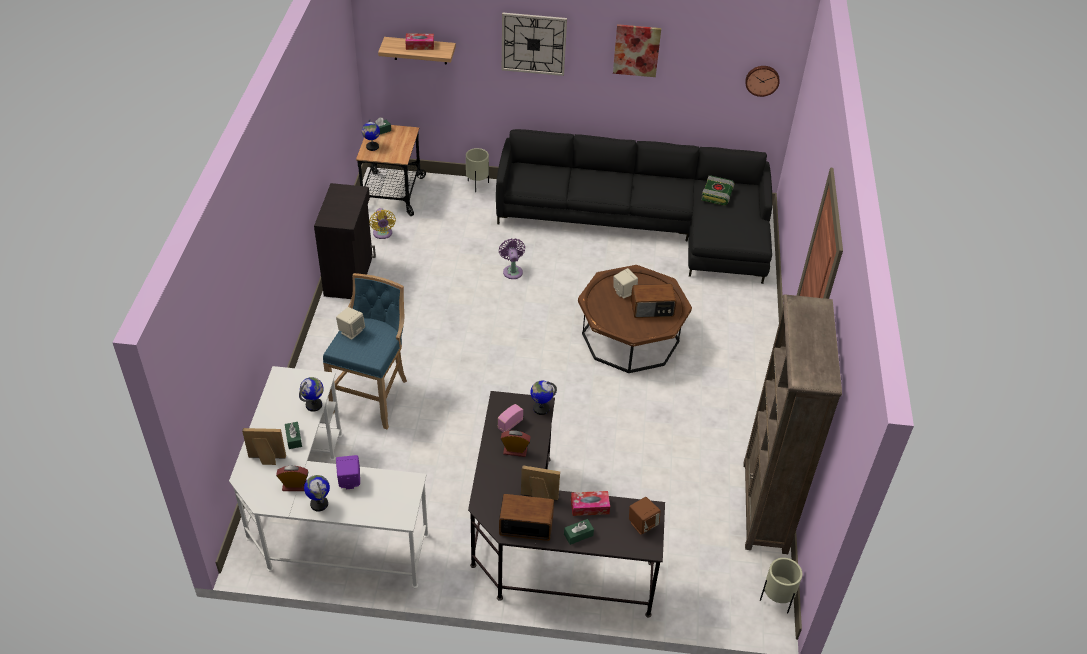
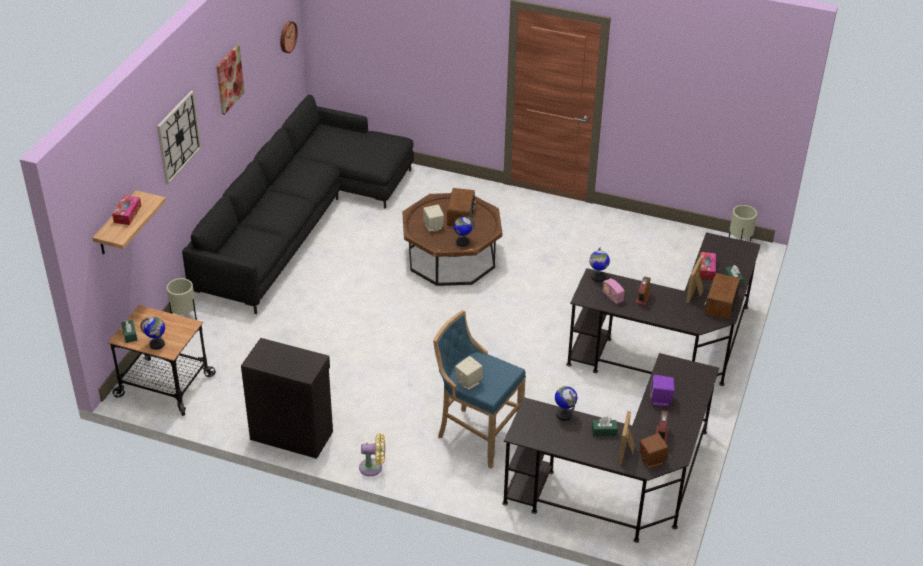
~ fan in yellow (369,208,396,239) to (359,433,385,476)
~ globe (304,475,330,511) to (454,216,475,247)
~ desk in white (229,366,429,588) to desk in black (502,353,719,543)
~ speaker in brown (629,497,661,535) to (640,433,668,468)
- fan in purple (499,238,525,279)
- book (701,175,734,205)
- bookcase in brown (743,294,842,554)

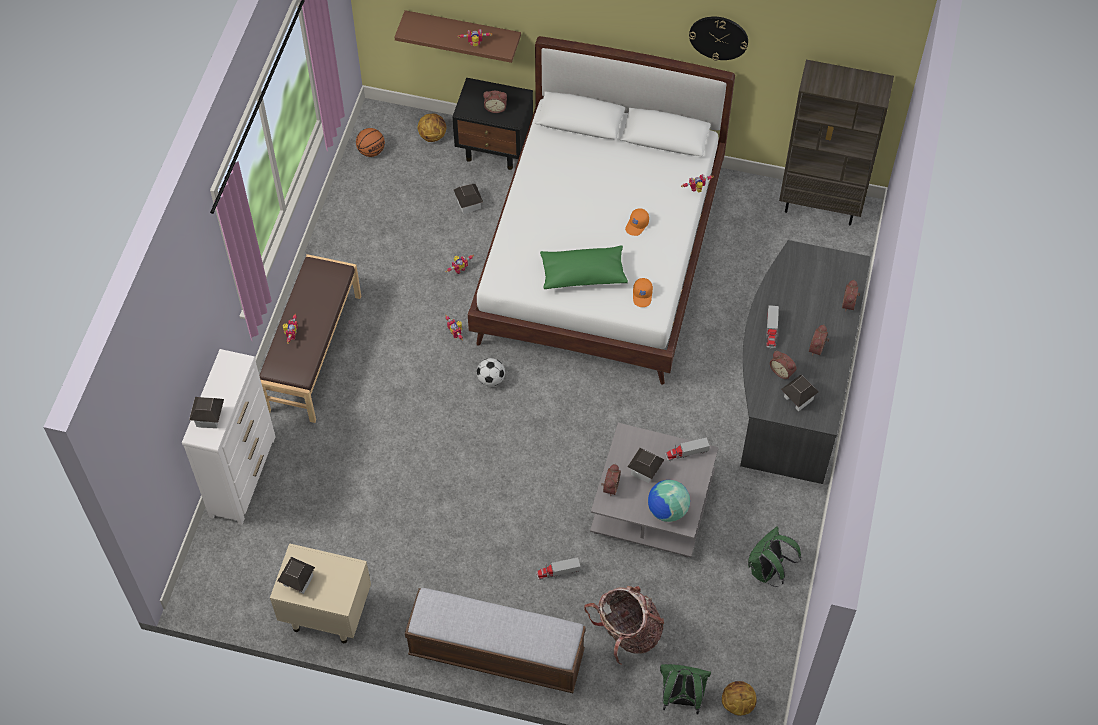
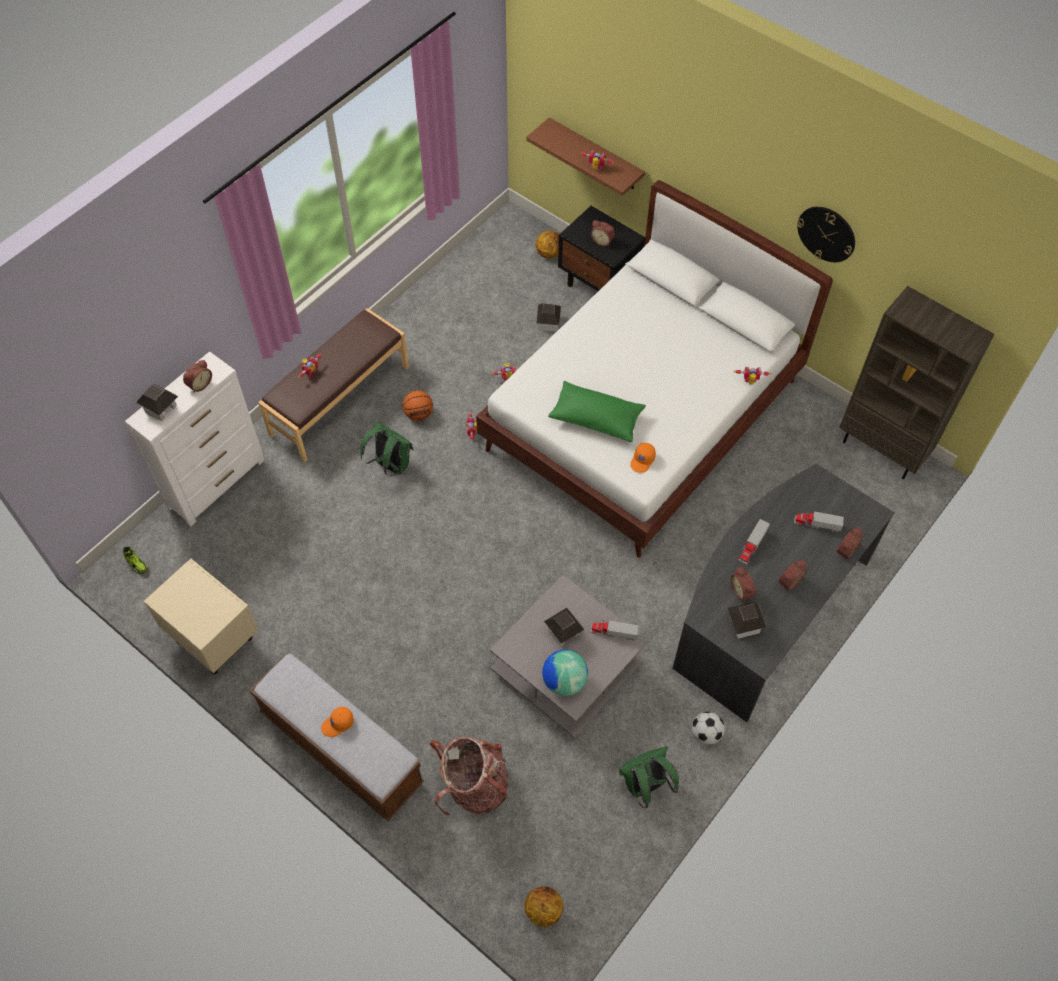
+ shoe (123,547,149,574)
~ alarm clock (601,464,621,496) to (183,360,212,392)
~ cap in orange (625,208,649,236) to (321,707,354,737)
~ backpack in green (660,664,711,715) to (360,422,414,476)
~ basketball (356,128,385,157) to (403,390,433,421)
~ football (477,358,505,387) to (692,712,725,745)
~ toy truck (537,557,580,580) to (794,511,844,532)
- toy house (278,557,315,594)

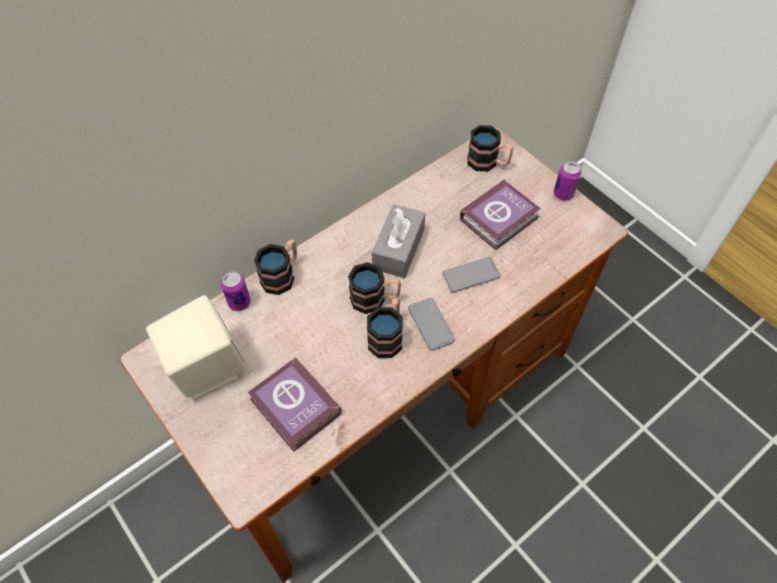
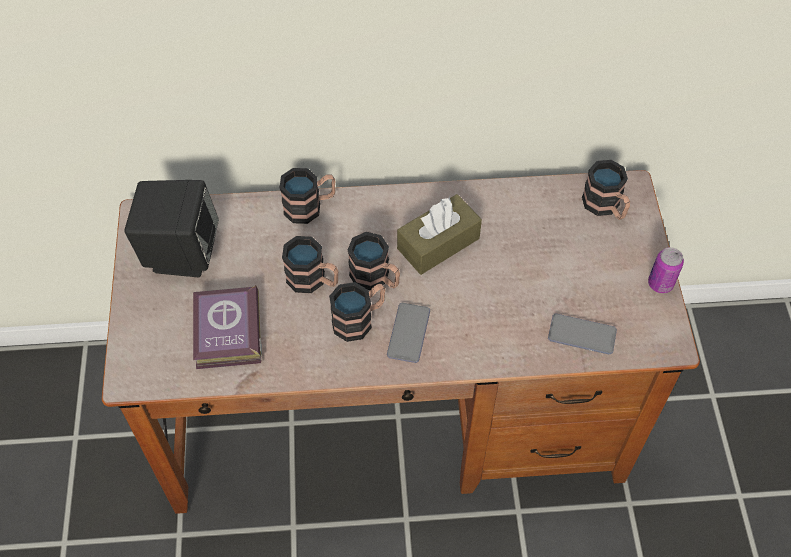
~ speaker in beige (146,295,245,398) to speaker in black (124,180,219,278)
+ mug (282,236,339,293)
~ tissue box in grey (372,204,426,278) to tissue box in brown (397,194,482,275)
~ phone (442,257,501,292) to (548,314,617,355)
- can (221,271,251,311)
- book (460,179,541,250)

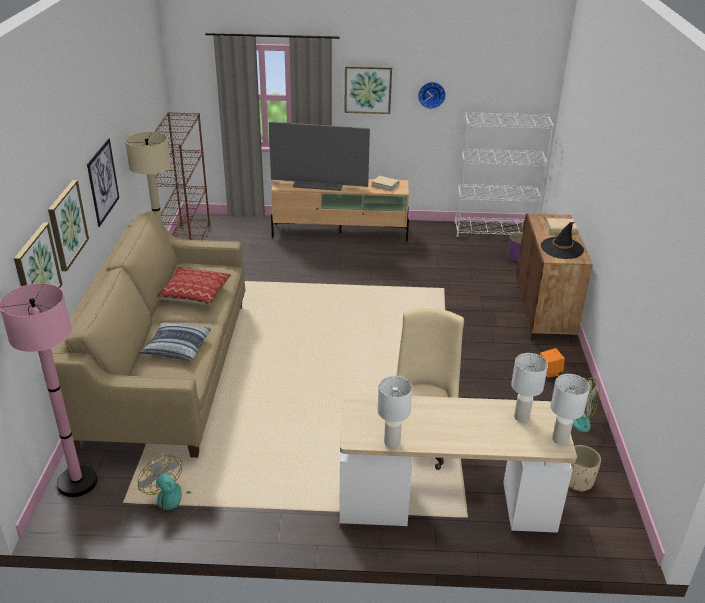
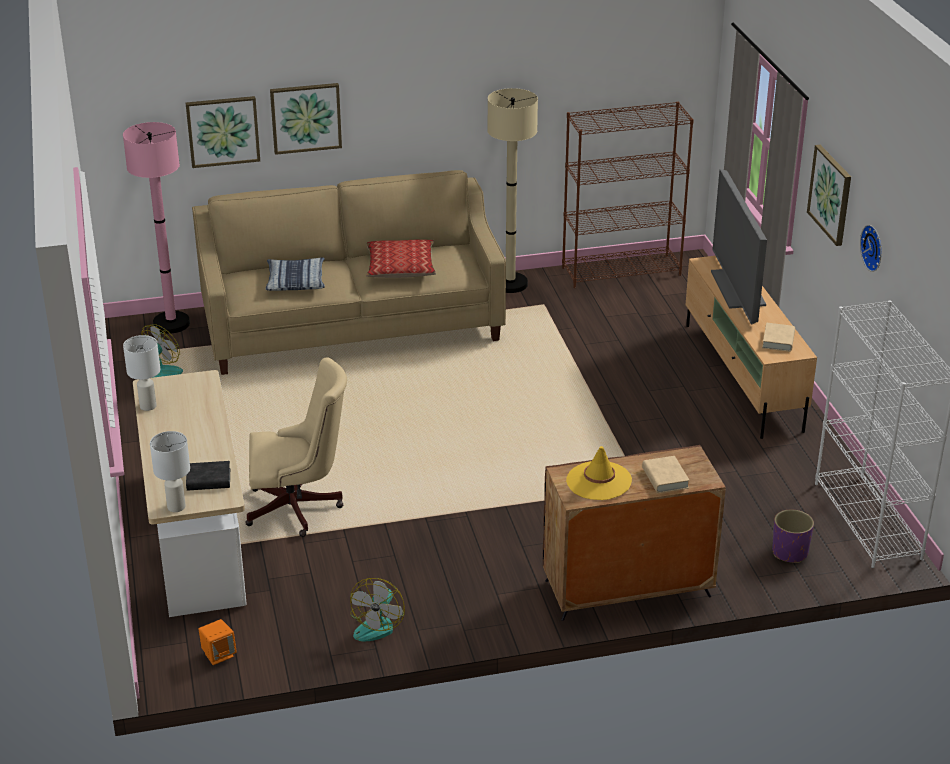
~ table lamp in white (511,353,548,422) to book in black (186,461,230,491)
~ speaker in orange (540,348,565,378) to (199,619,237,665)
~ hat in black (541,222,584,259) to hat in yellow (566,446,632,500)
- picture (87,138,119,227)
- planter in beige (569,445,601,492)

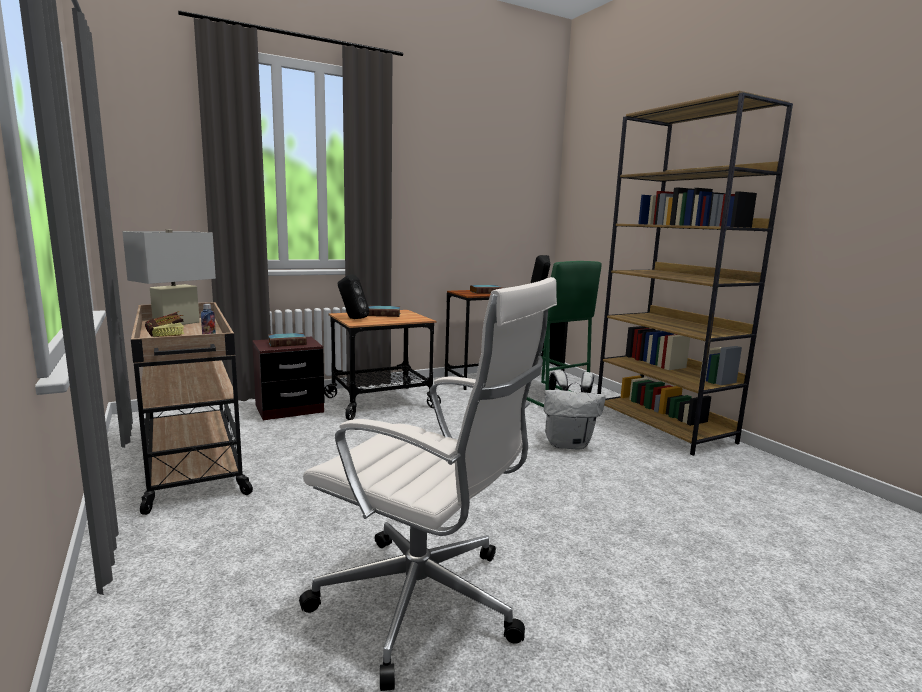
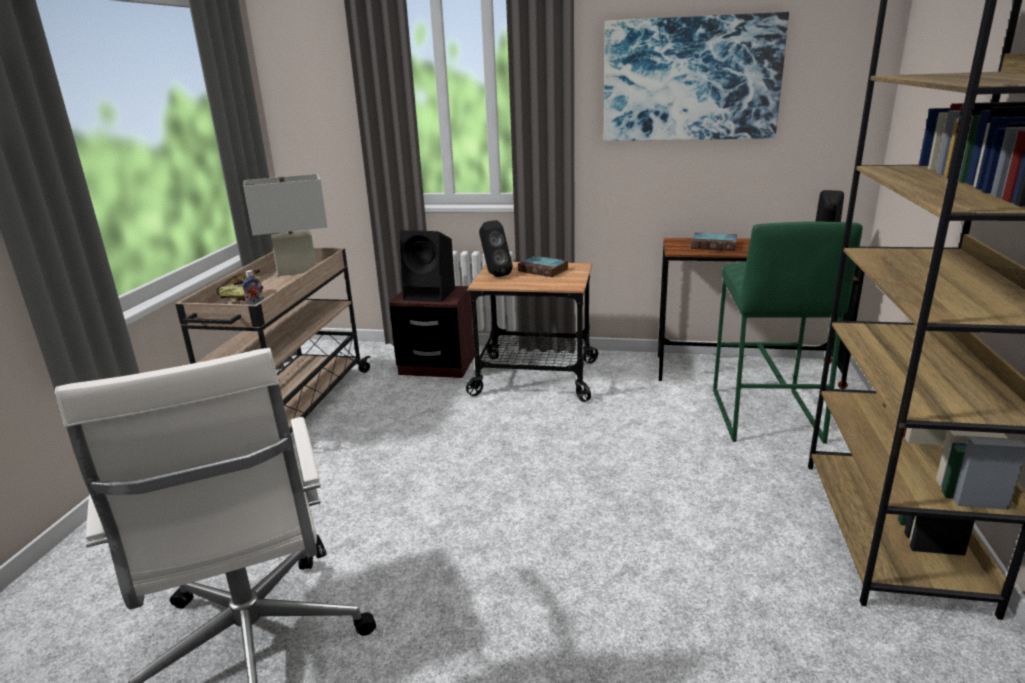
~ book (268,333,307,347) to speaker in black (399,230,455,302)
+ picture (604,12,789,141)
- backpack in white (544,370,606,450)

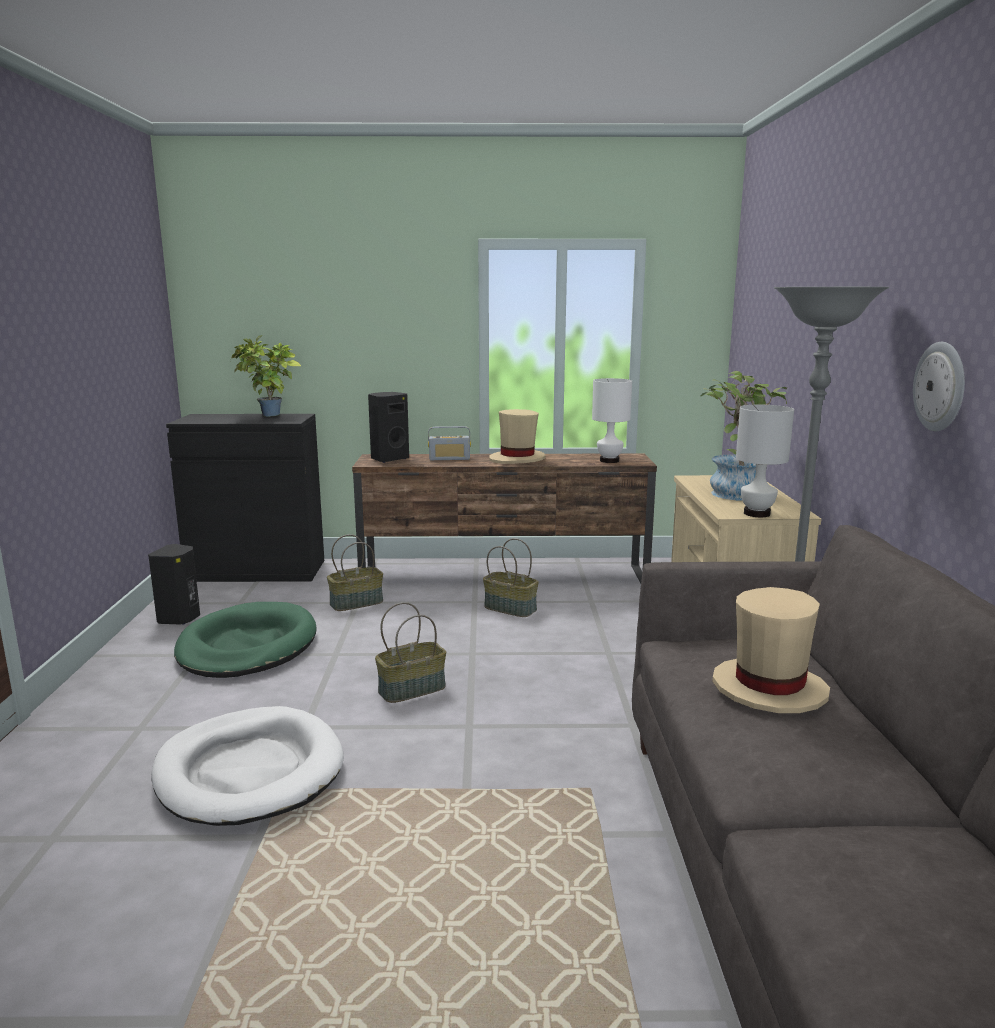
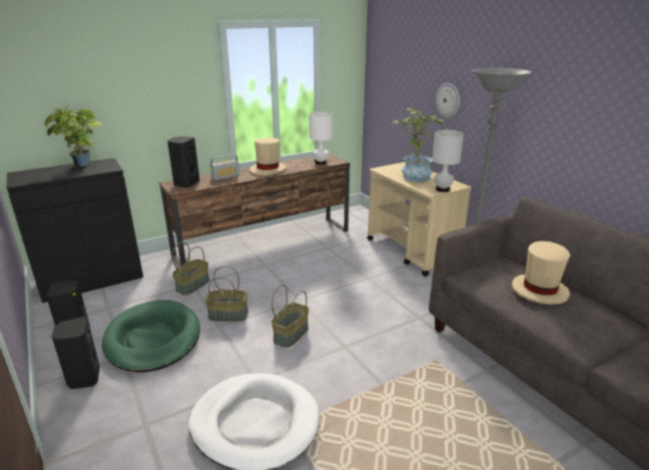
+ speaker in black (52,317,100,389)
~ basket (483,538,539,617) to (205,266,248,322)
~ wall clock (913,342,965,431) to (435,83,460,118)

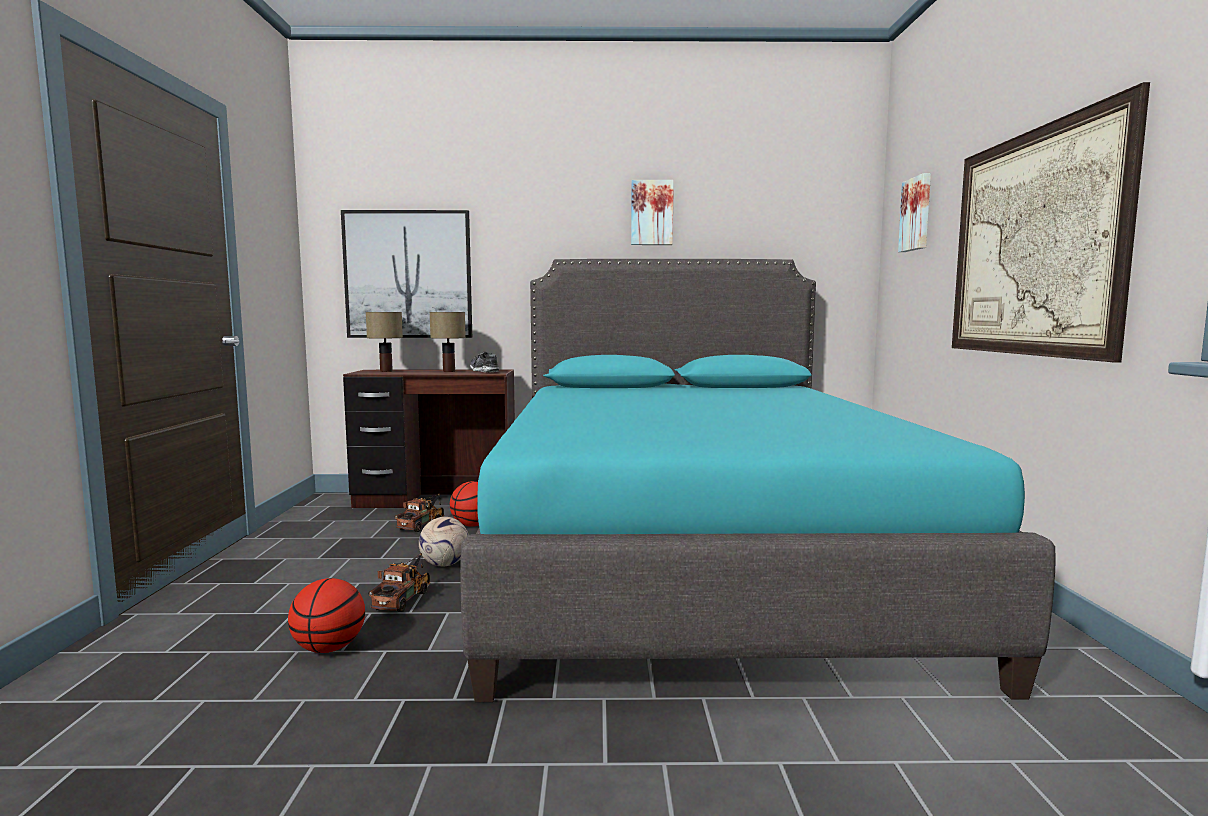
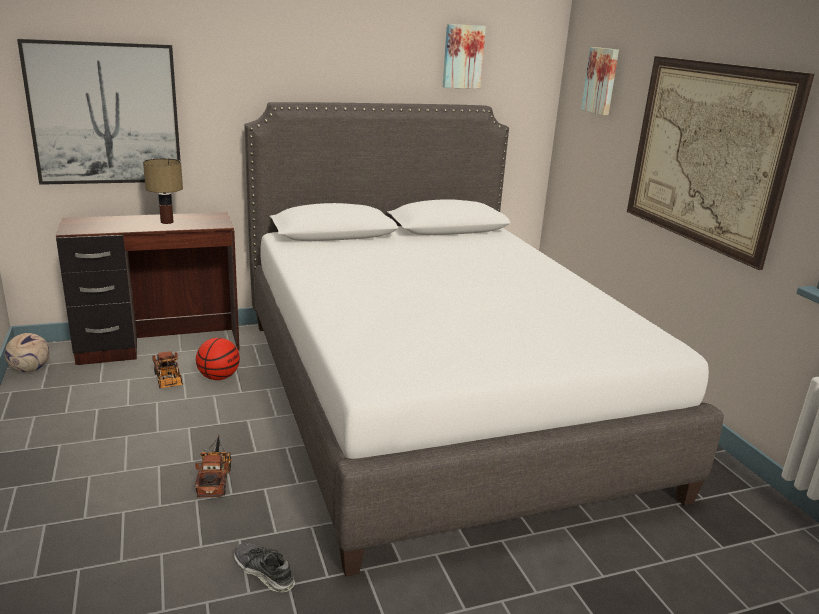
~ football (419,517,469,567) to (5,333,50,372)
~ toy truck (395,493,444,532) = (152,351,183,388) 150 degrees clockwise
~ shoe (470,352,500,372) to (234,543,295,593)
~ bed in turquoise (460,259,1056,702) to bed in white (244,102,724,577)
~ picture (631,180,674,245) to (443,24,486,89)
- basketball (288,578,365,653)
- table lamp (366,312,403,372)

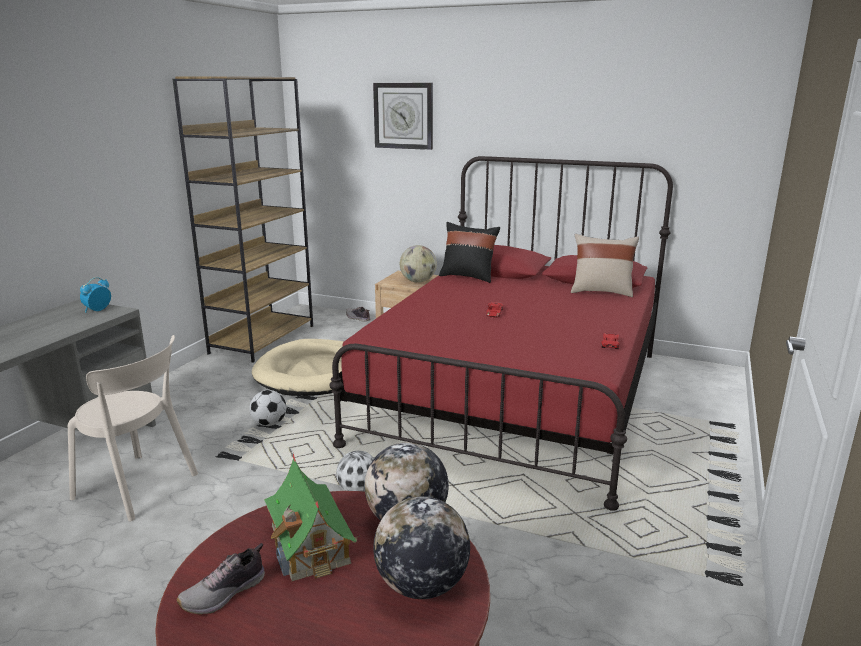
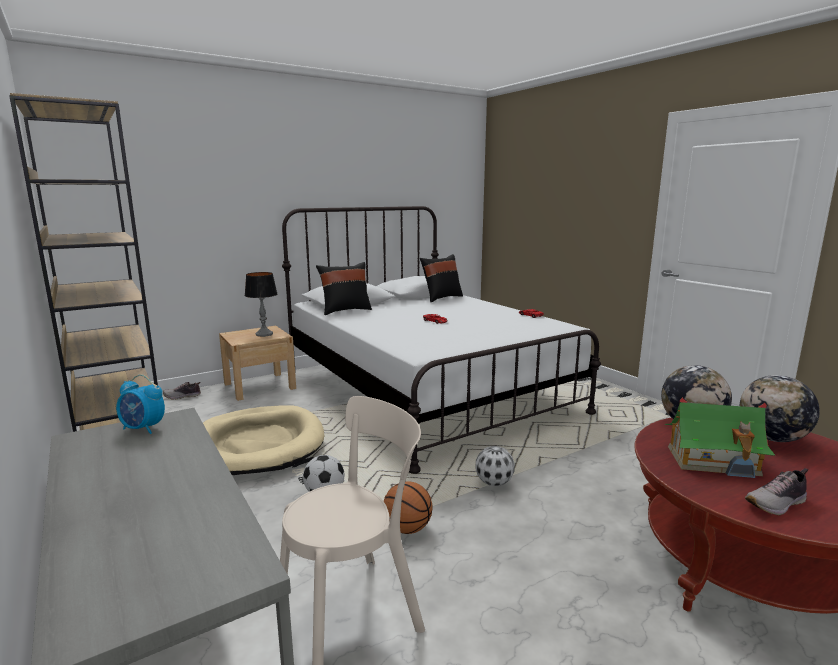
~ alarm clock (80,277,111,313) = (116,374,165,434) 45 degrees counterclockwise
~ globe (400,245,437,283) to table lamp (245,272,277,337)
~ bed in red (329,156,673,511) to bed in white (282,206,601,474)
+ basketball (384,482,433,534)
~ pillow in beige (571,234,639,297) to pillow in black (420,254,463,302)
~ shoe (177,543,265,615) = (745,468,808,515) 75 degrees clockwise
- wall clock (373,83,433,150)

